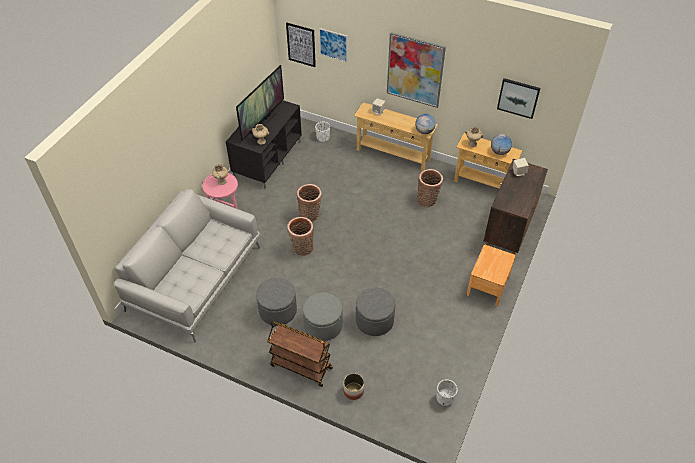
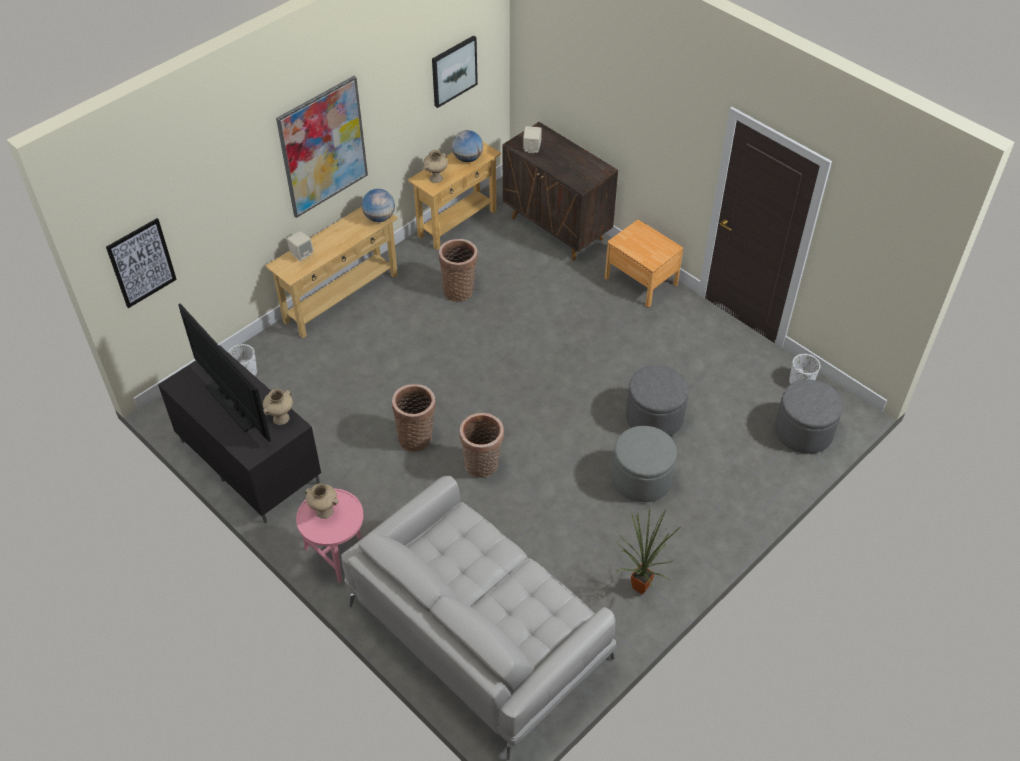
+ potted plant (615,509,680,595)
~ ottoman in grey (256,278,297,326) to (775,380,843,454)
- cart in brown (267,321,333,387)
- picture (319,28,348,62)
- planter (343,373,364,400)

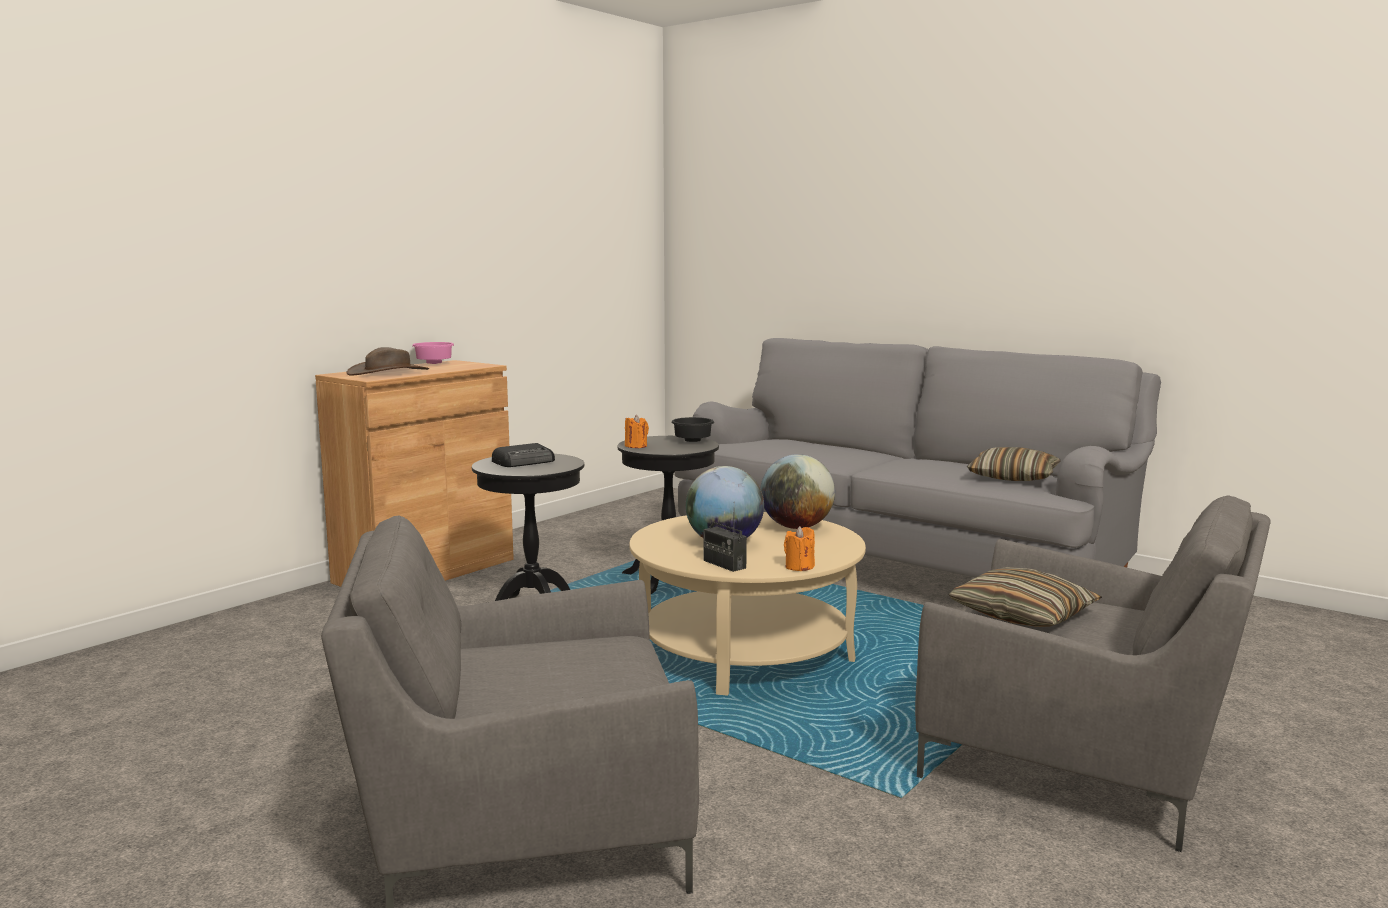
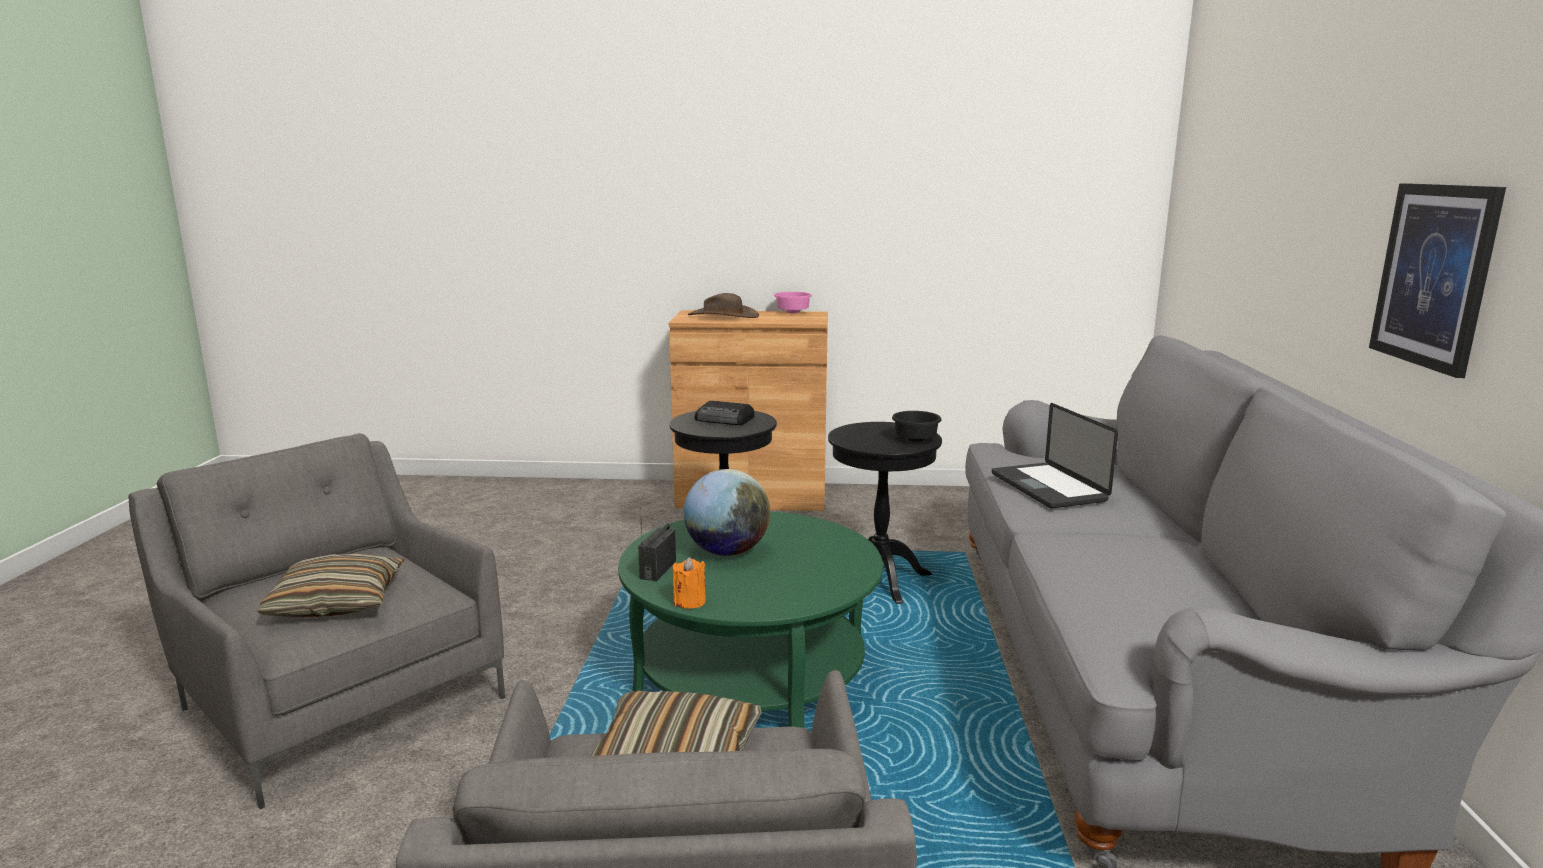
~ pillow (967,447,1061,481) to (257,553,405,617)
~ coffee table in beige (629,512,866,696) to coffee table in green (618,512,883,728)
+ laptop (992,403,1118,508)
+ picture (1369,183,1506,378)
- candle in orange (625,415,649,448)
- globe (760,454,835,529)

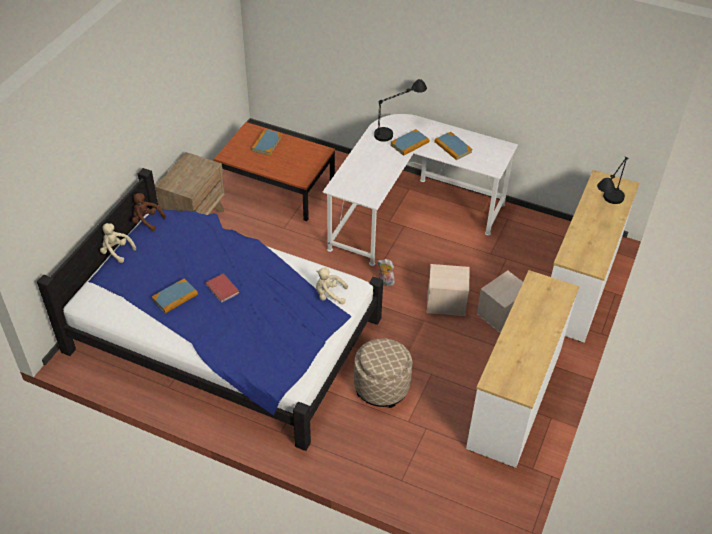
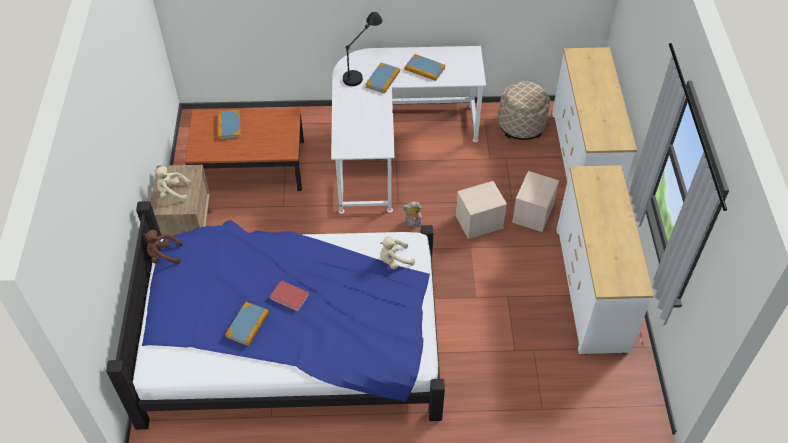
~ plush toy in beige (100,223,136,263) to (154,166,191,201)
~ ottoman in beige (354,338,412,408) to (498,81,550,140)
- table lamp in black (597,157,629,204)

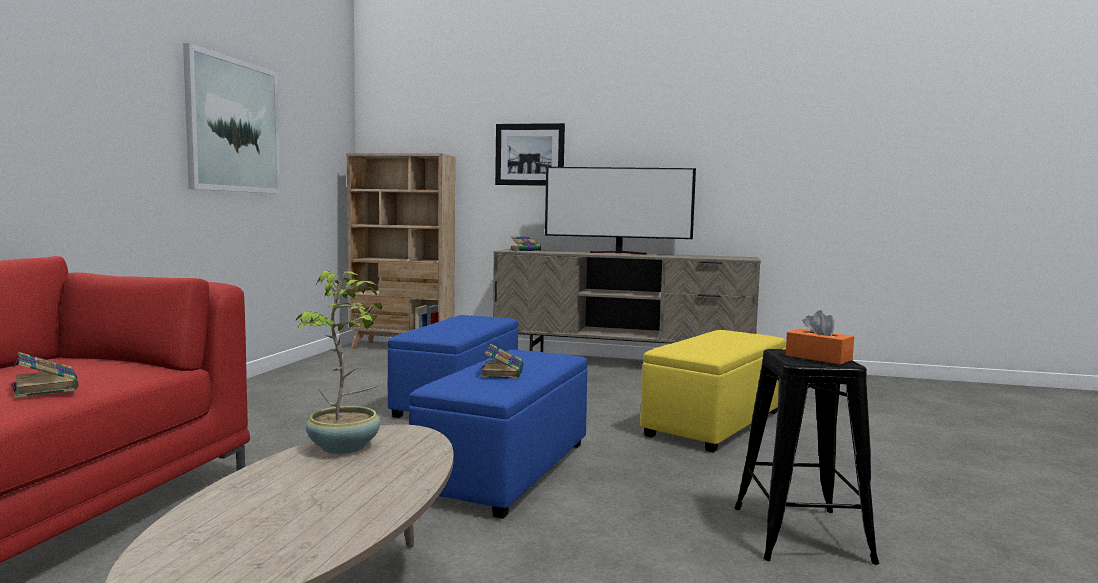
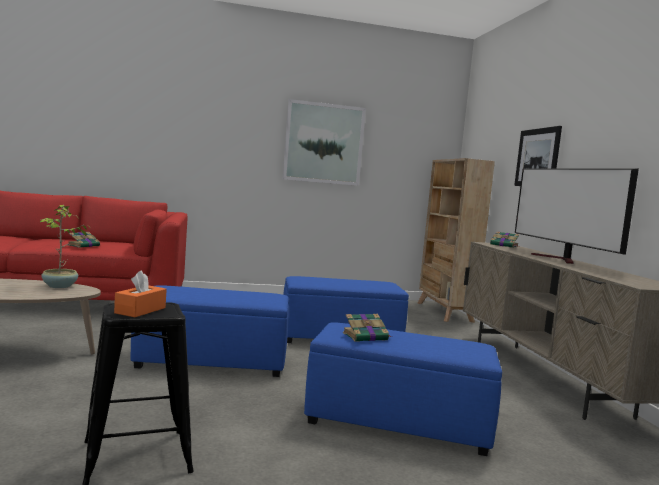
~ ottoman in yellow (640,330,786,452) to ottoman in blue (304,322,502,456)
~ book (480,344,523,379) to (343,314,392,342)

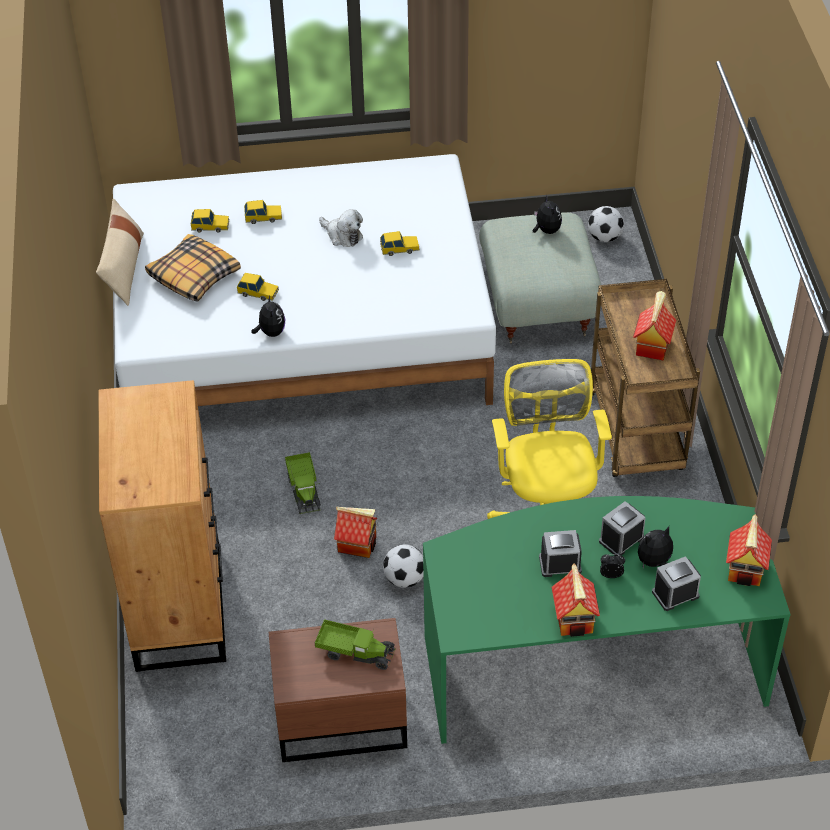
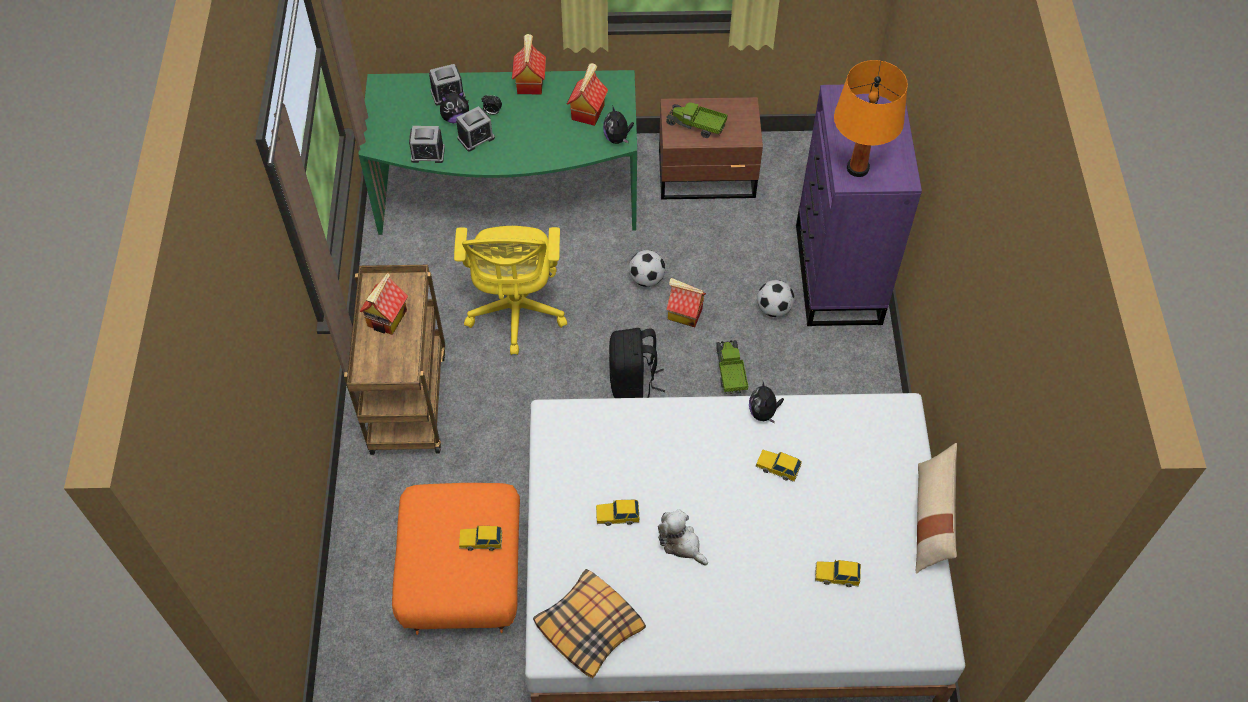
~ ottoman in grey (479,213,601,344) to ottoman in orange (392,483,520,635)
~ alarm clock (539,530,582,577) to (409,126,445,163)
~ toy car (244,200,282,224) to (459,526,502,551)
~ pillow (145,234,241,302) to (533,569,646,678)
~ toy house (726,514,772,586) to (567,63,608,126)
~ plush toy (533,195,562,234) to (603,105,634,144)
+ backpack in black (609,328,665,398)
~ football (588,206,624,242) to (757,280,794,317)
~ dresser in brown (98,380,226,672) to dresser in purple (796,85,922,326)
+ table lamp in orange (834,60,908,177)

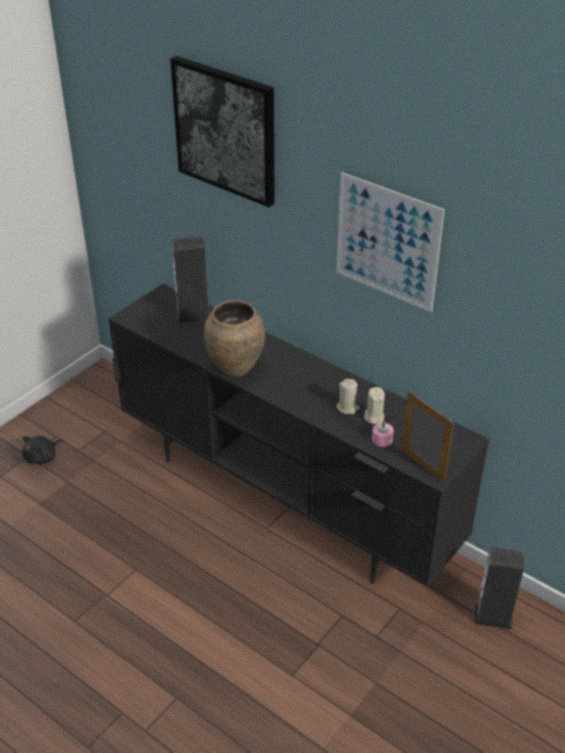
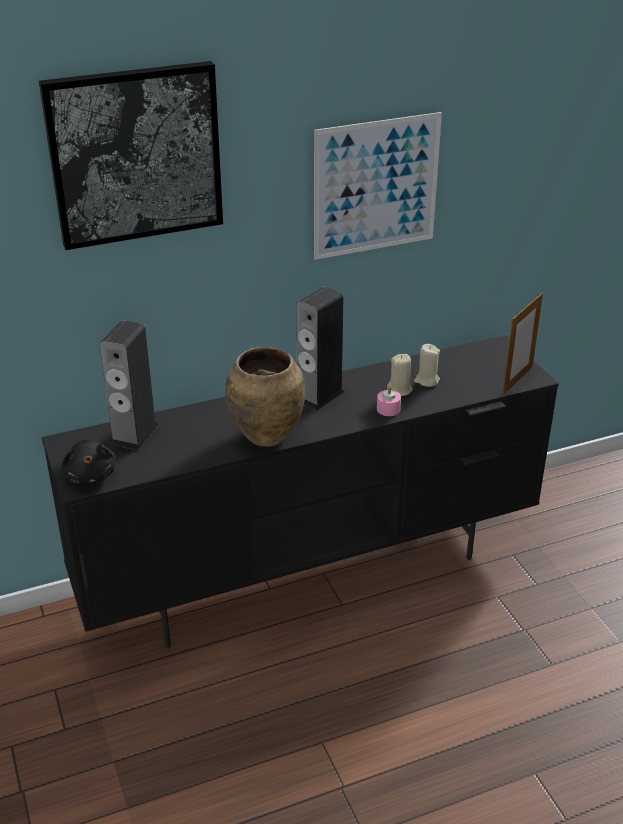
~ plush toy in black (22,436,64,464) to (61,440,116,485)
~ speaker (475,547,524,630) to (296,287,344,411)
~ candle in pink (372,421,394,447) to (377,386,401,416)
~ picture frame (402,391,454,483) = (503,293,543,395) 135 degrees clockwise

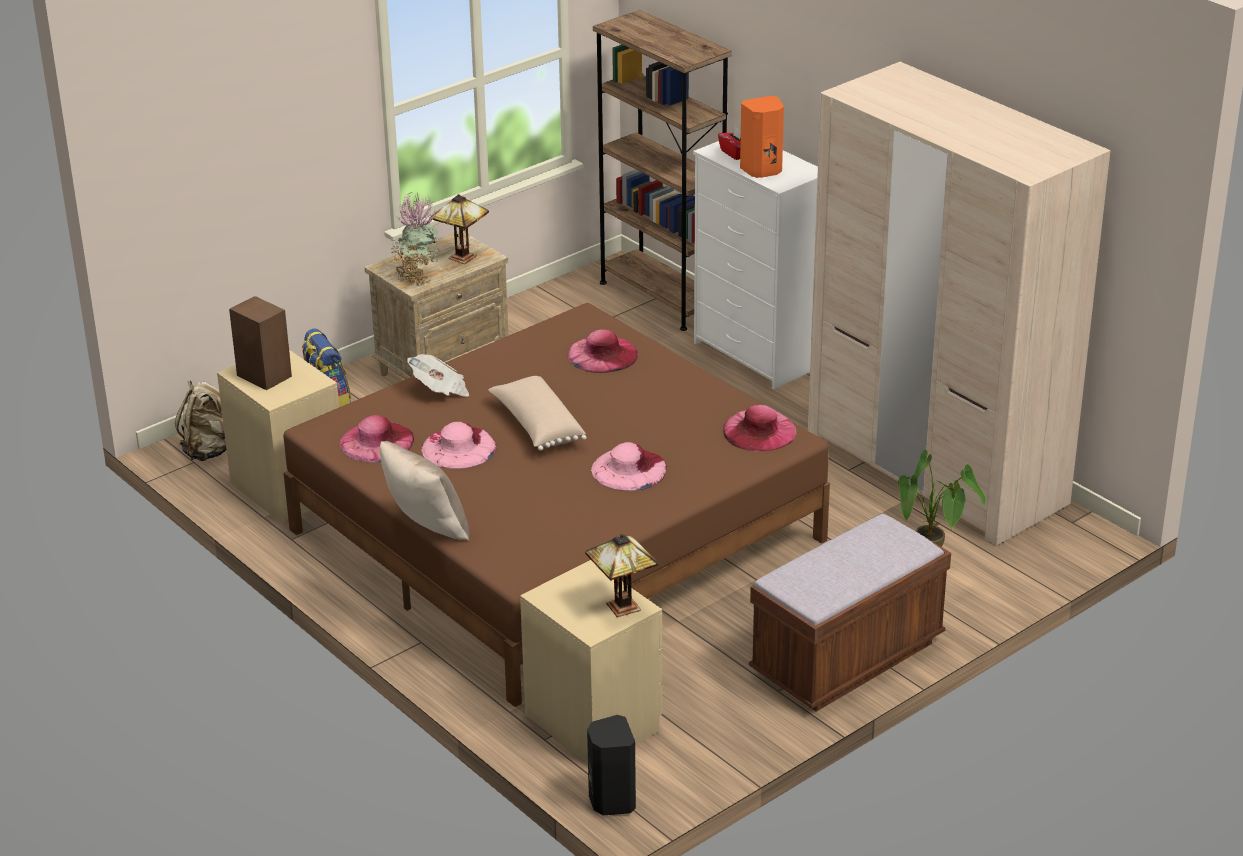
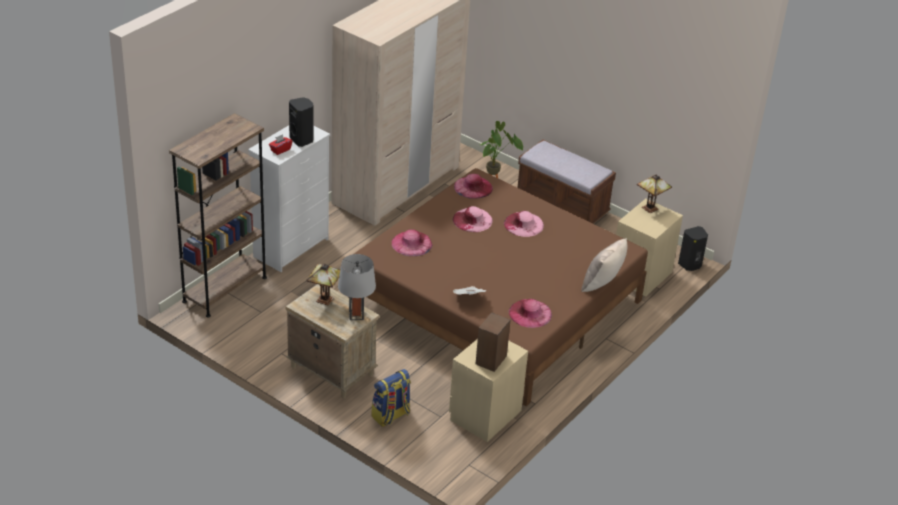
~ speaker in orange (740,96,784,178) to speaker in black (289,97,314,147)
~ potted plant (391,192,442,286) to table lamp in grey (338,254,376,320)
~ hat in pink (421,421,497,469) to (453,206,493,232)
- backpack in beige (175,381,226,461)
- pillow in beige (488,376,587,451)

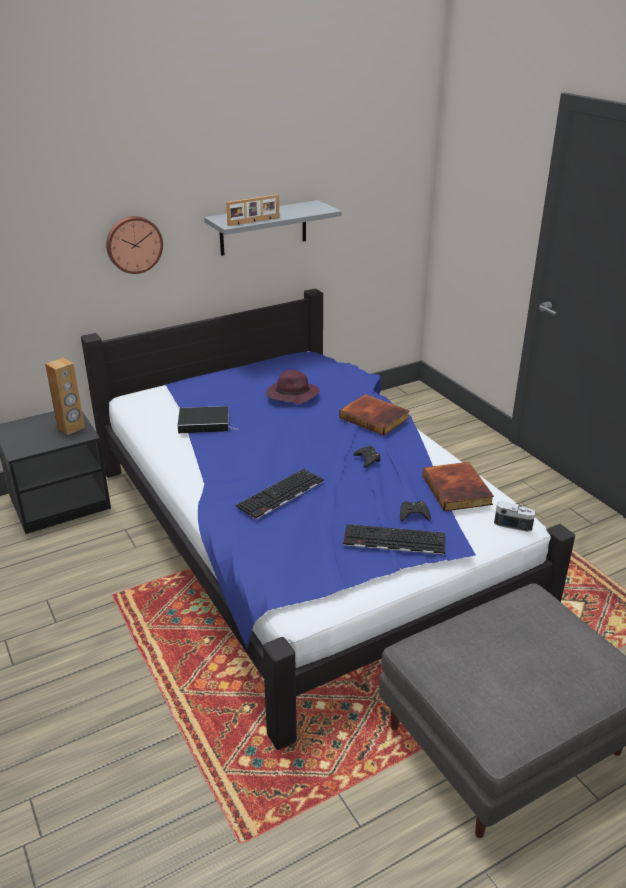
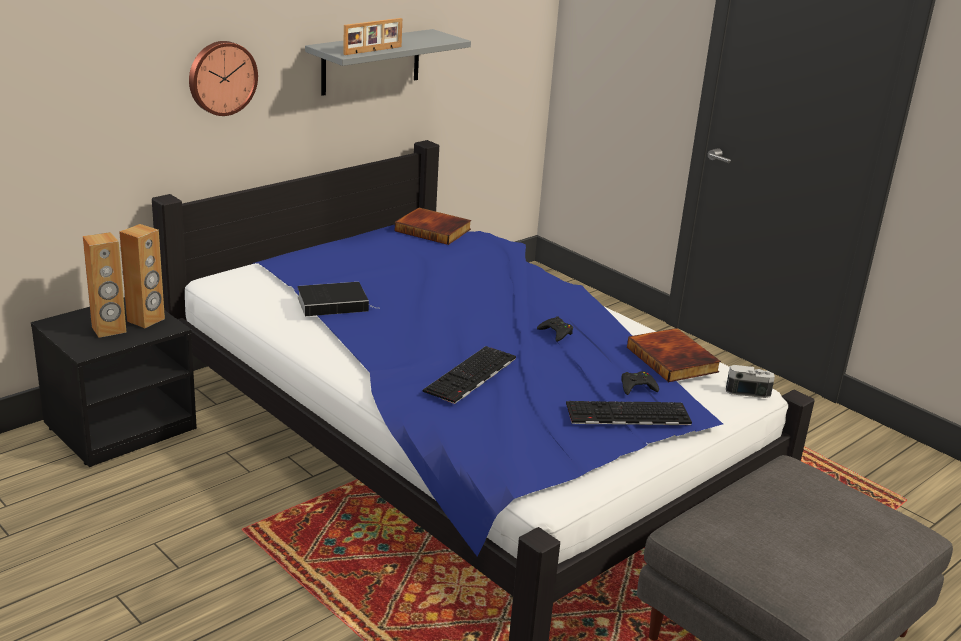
+ speaker in brown (83,232,126,338)
~ book (339,394,410,436) to (395,207,471,245)
- hat in purple (266,370,320,404)

